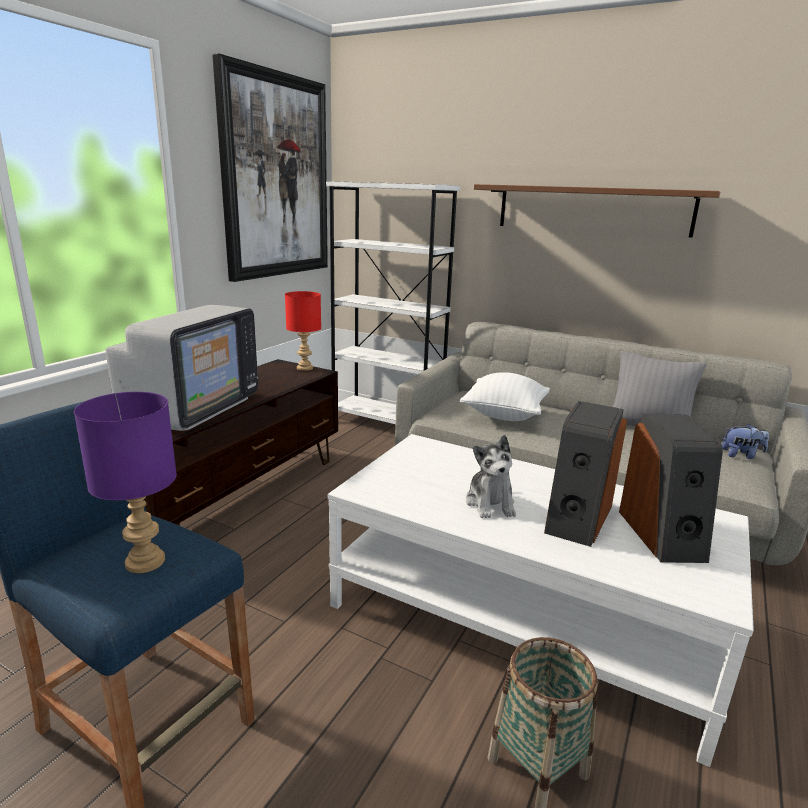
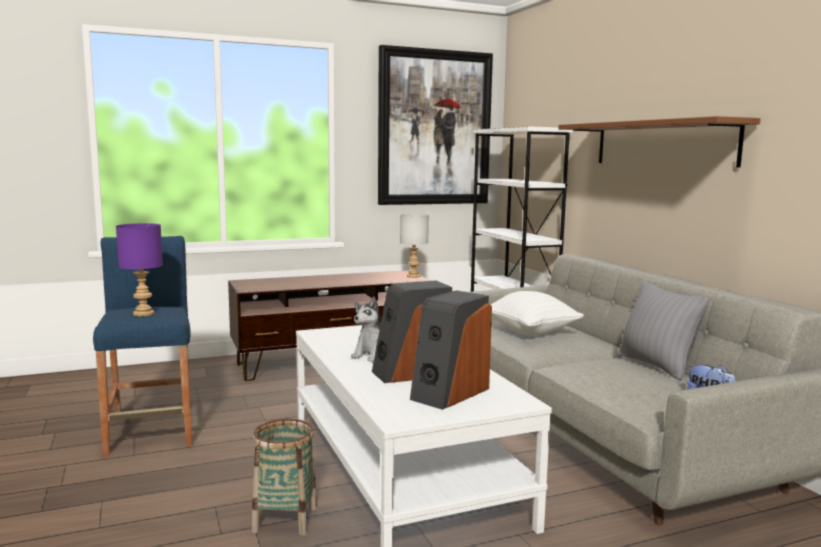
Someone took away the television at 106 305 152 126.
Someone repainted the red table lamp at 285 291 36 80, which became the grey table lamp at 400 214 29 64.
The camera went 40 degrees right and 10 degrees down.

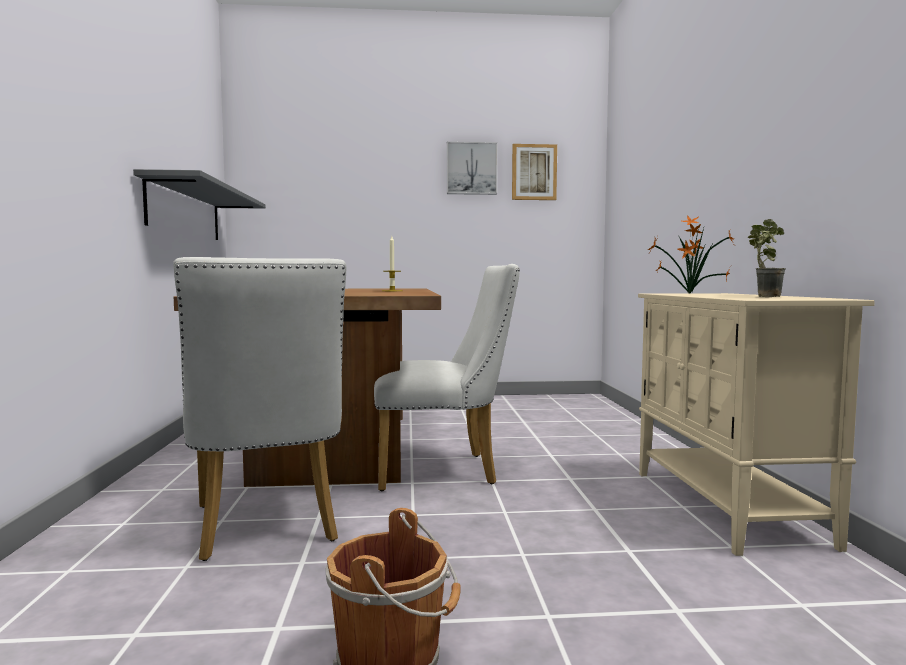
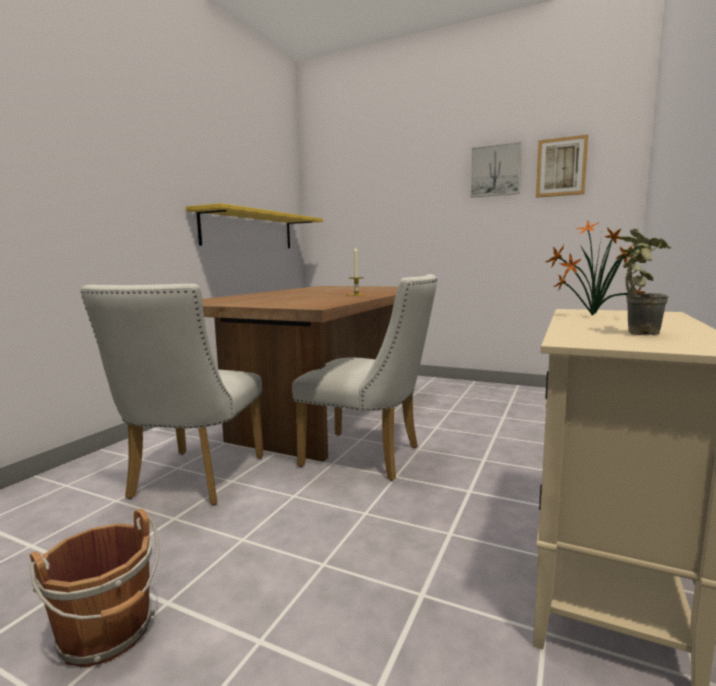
Someone repainted the grey shelf at 133 169 133 71, which became the yellow shelf at 186 203 137 45.
The camera went 30 degrees right and 5 degrees up.

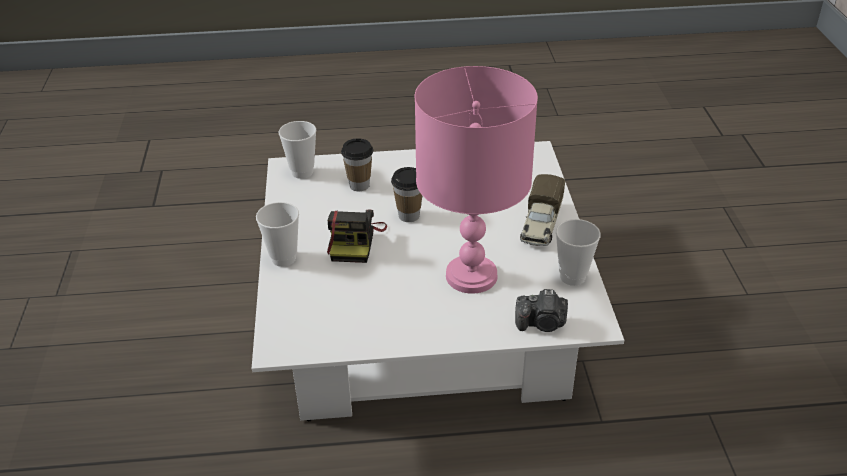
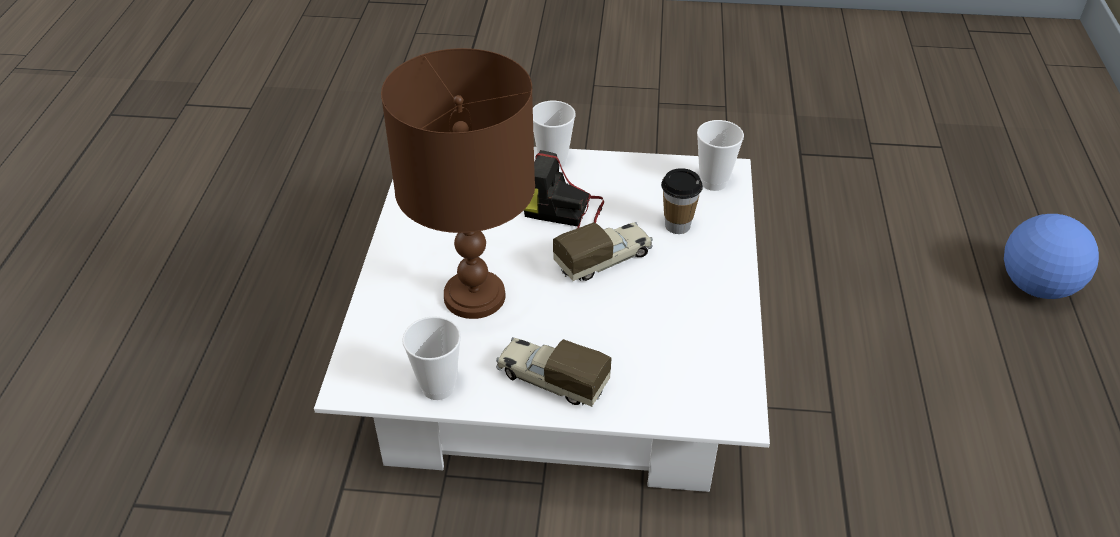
Someone swapped the cup at 391 167 31 55 for the toy truck at 553 222 100 59.
Someone repainted the pink table lamp at 415 66 123 228, which became the brown table lamp at 381 48 154 271.
Someone took away the photo camera at 515 289 53 43.
Someone put down the football at 1004 214 95 85.
The camera went 100 degrees right and 5 degrees up.

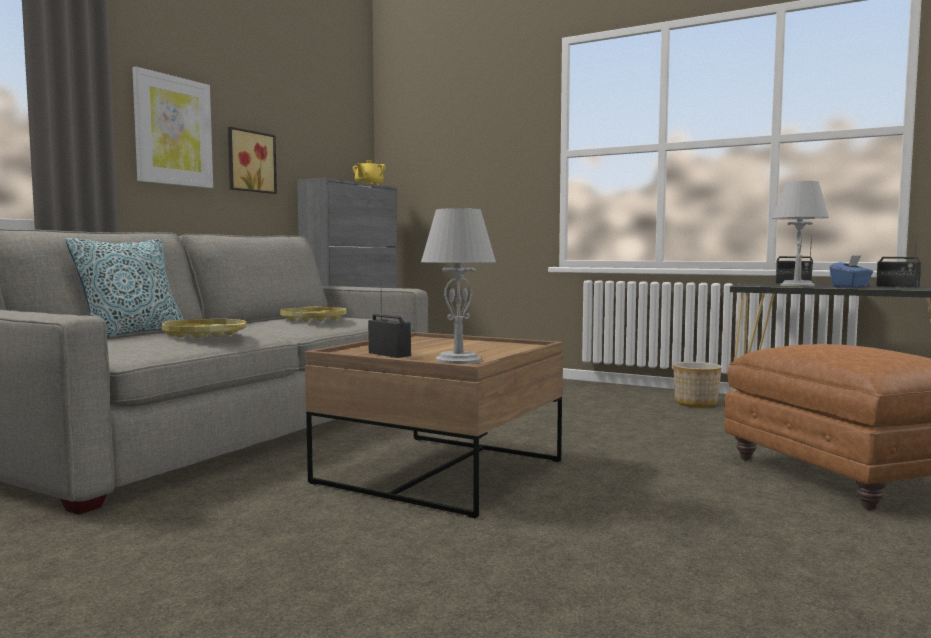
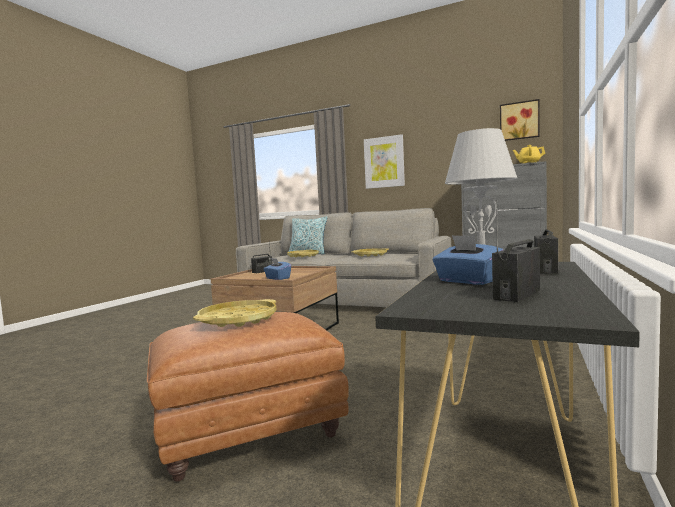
Someone carried the picture from 228 127 49 67 to 500 99 40 42.
Someone took away the grey table lamp at 421 208 75 156.
Someone took away the planter at 673 362 49 45.
Someone put down the yellow tray at 193 299 83 28.
Someone put down the blue tissue box at 263 258 28 22.
The camera went 85 degrees right and 0 degrees up.

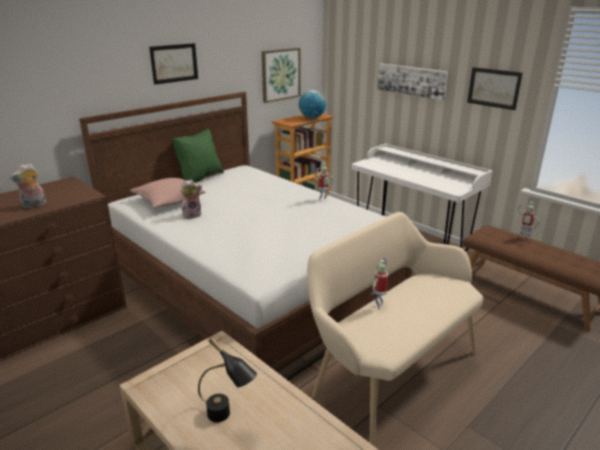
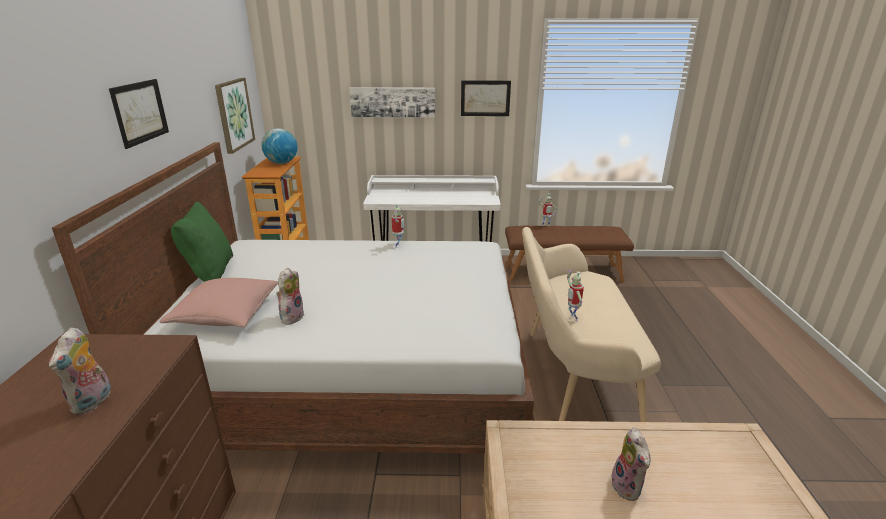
Someone swapped the black table lamp at 198 337 59 85 for the plush toy at 611 427 40 74.
The camera went 45 degrees left and 0 degrees up.

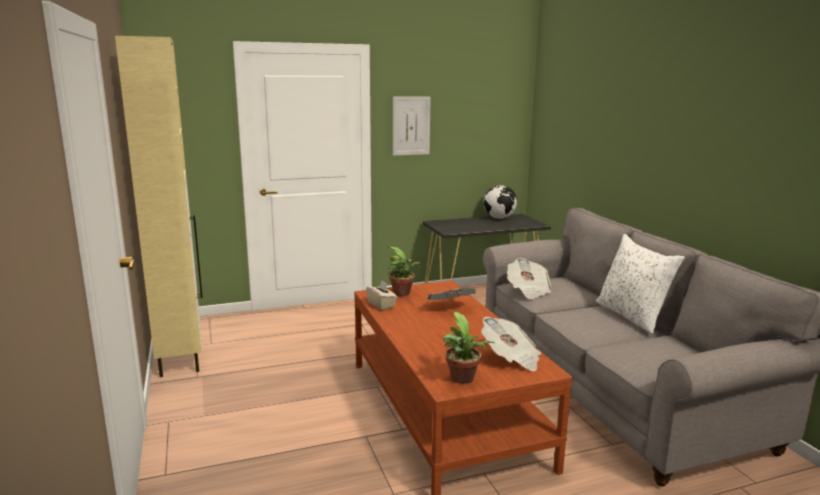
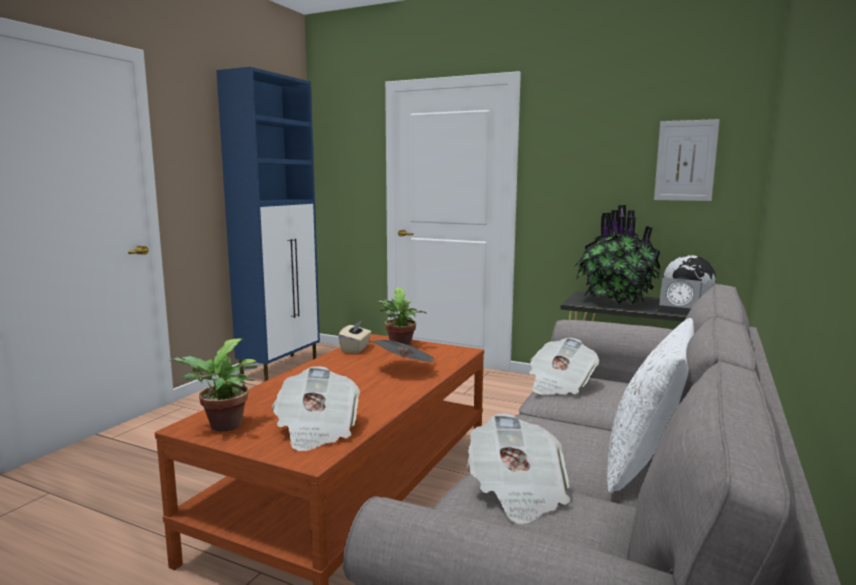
Someone repainted the beige cabinet at 115 36 87 341, which became the blue cabinet at 216 67 104 315.
Someone carried the picture from 393 96 38 60 to 654 119 66 82.
Someone put down the newspaper at 467 413 103 111.
Someone put down the potted plant at 574 205 87 99.
Someone put down the alarm clock at 658 277 44 38.
The camera went 45 degrees right and 5 degrees down.

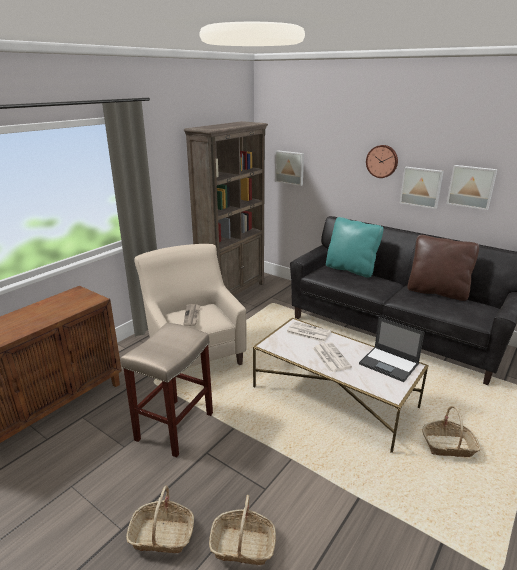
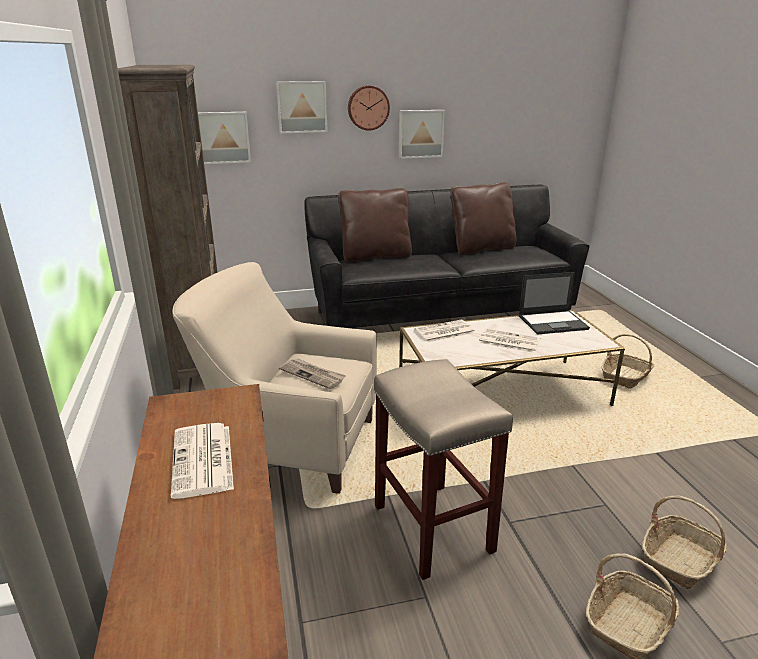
Someone repainted the turquoise pillow at 326 217 58 61, which became the brown pillow at 338 188 74 74.
Someone carried the picture from 447 165 51 45 to 276 81 52 52.
Someone put down the newspaper at 171 423 63 76.
The camera went 50 degrees left and 0 degrees up.

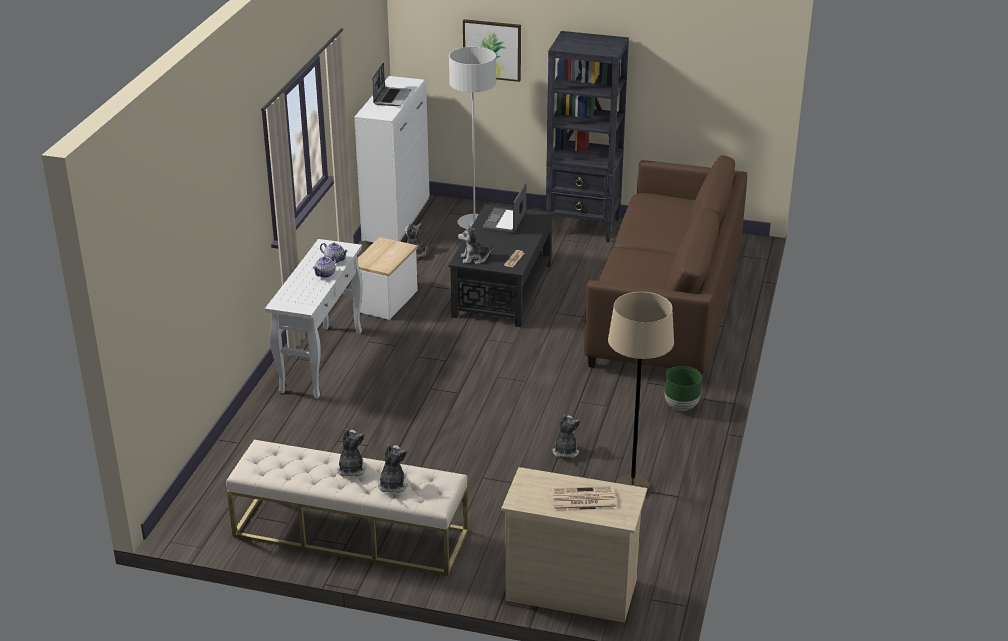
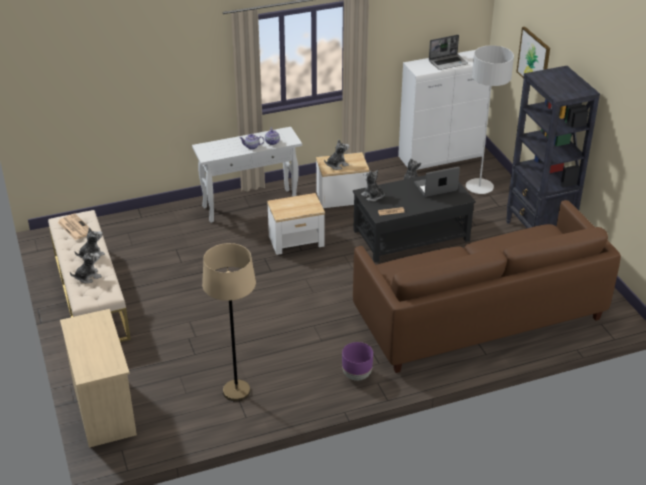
Someone carried the newspaper from 552 486 64 25 to 57 214 36 26.
Someone carried the plush toy from 553 414 28 44 to 324 140 25 30.
Someone repainted the green planter at 665 366 37 45, which became the purple planter at 342 342 31 39.
Someone put down the side table at 267 193 58 62.
The camera went 55 degrees right and 5 degrees up.

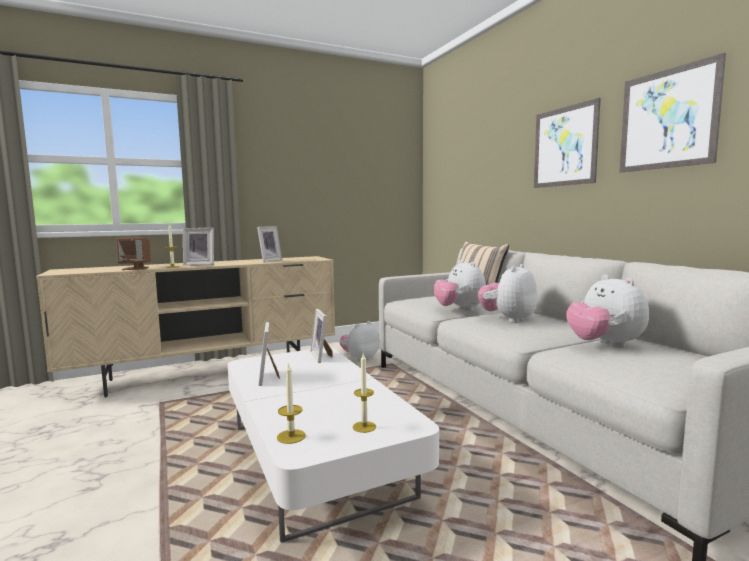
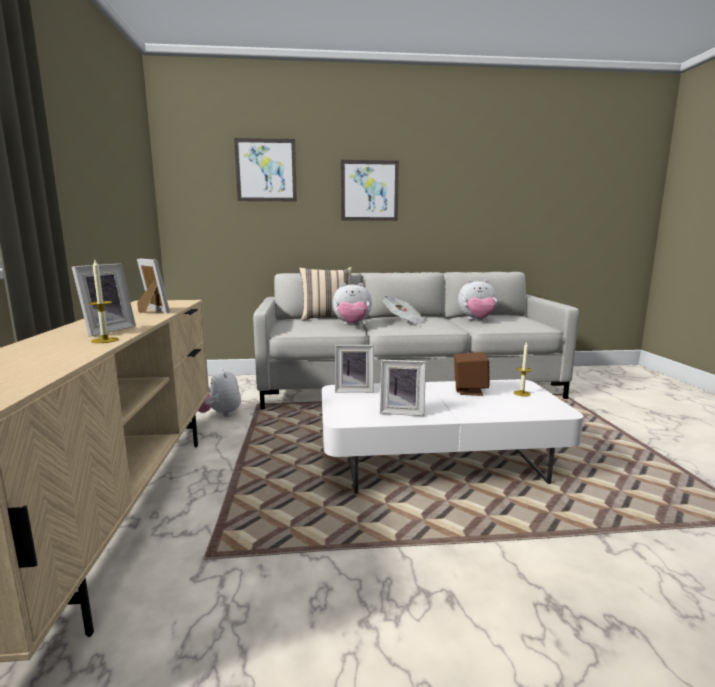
Someone carried the brown speaker from 116 237 35 33 to 454 352 36 44.
Someone took away the candle at 277 362 29 82.
Someone swapped the plush toy at 478 264 59 59 for the newspaper at 383 296 41 29.
Someone carried the picture from 619 53 107 119 to 234 138 63 63.
The camera went 70 degrees left and 5 degrees up.

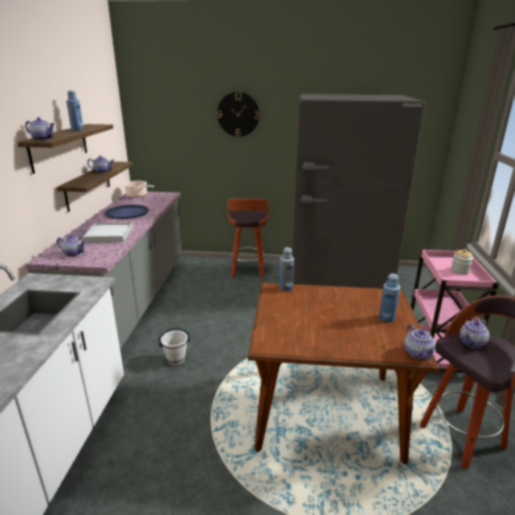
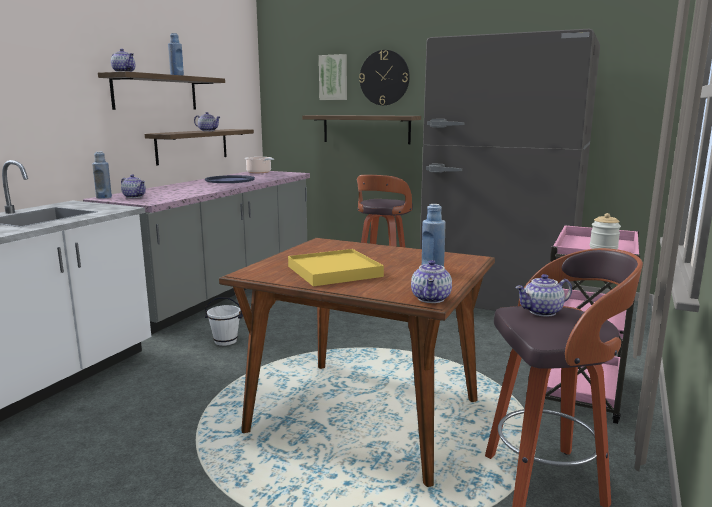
Someone took away the white tray at 82 223 51 19.
Someone carried the blue bottle from 279 247 15 44 to 92 152 20 47.
Someone put down the yellow tray at 288 249 96 37.
Someone put up the shelf at 302 115 119 29.
Someone put up the picture at 319 54 28 46.
The camera went 20 degrees right and 10 degrees down.

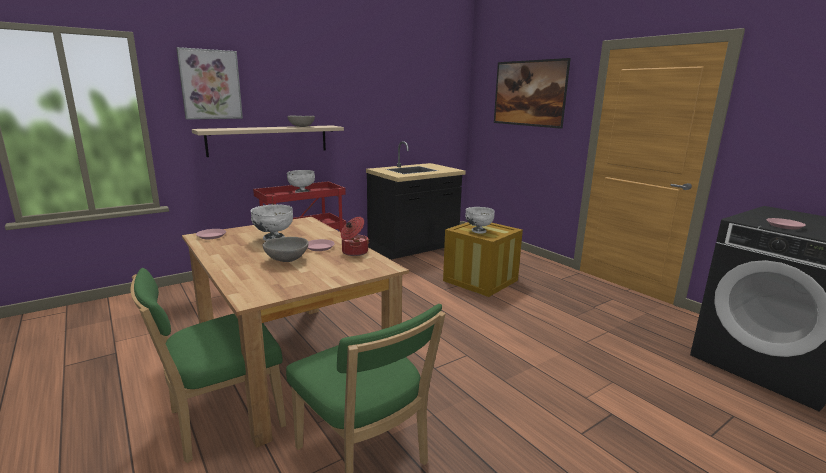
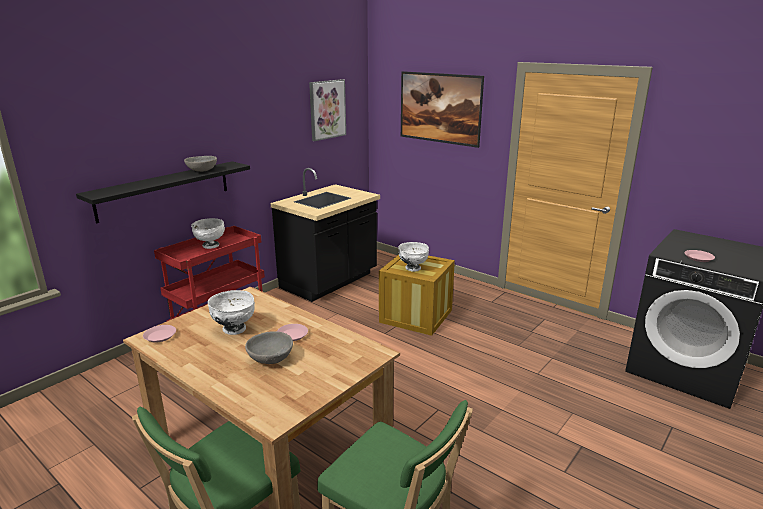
Someone carried the picture from 176 47 67 72 to 309 79 37 62.
Someone repainted the beige shelf at 192 125 152 32, which became the black shelf at 76 161 174 63.
Someone took away the cooking pot at 341 217 28 39.
The camera went 15 degrees left and 5 degrees up.

